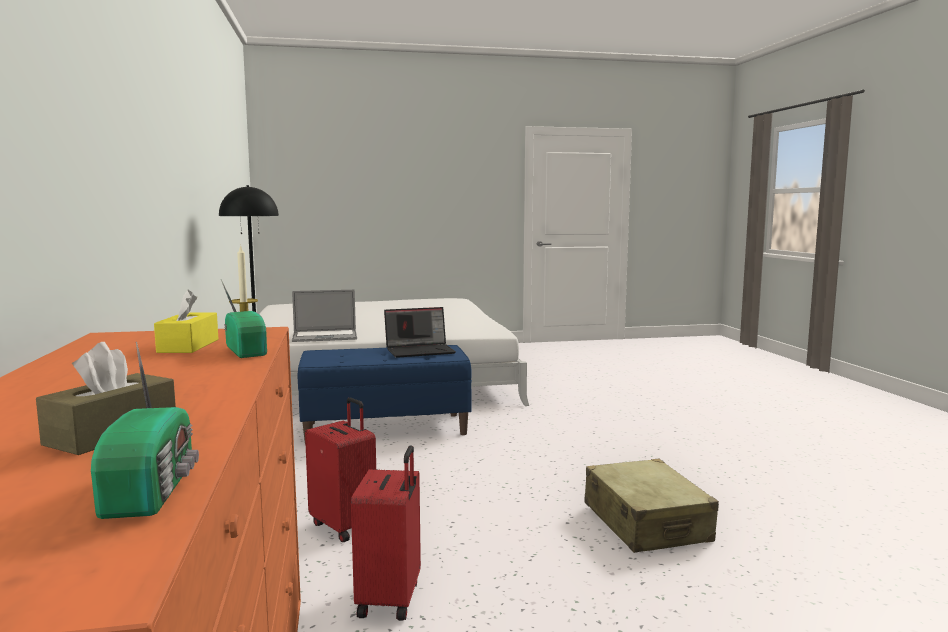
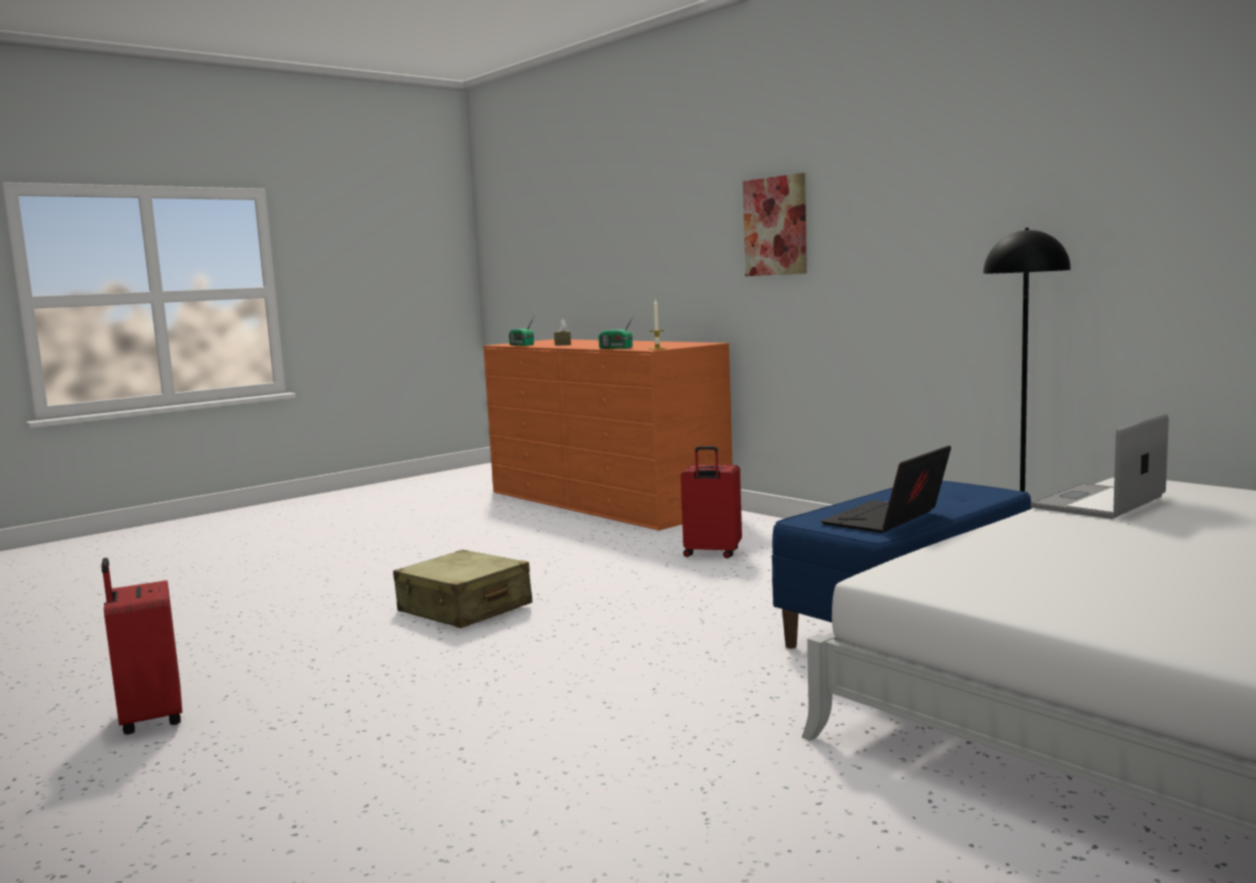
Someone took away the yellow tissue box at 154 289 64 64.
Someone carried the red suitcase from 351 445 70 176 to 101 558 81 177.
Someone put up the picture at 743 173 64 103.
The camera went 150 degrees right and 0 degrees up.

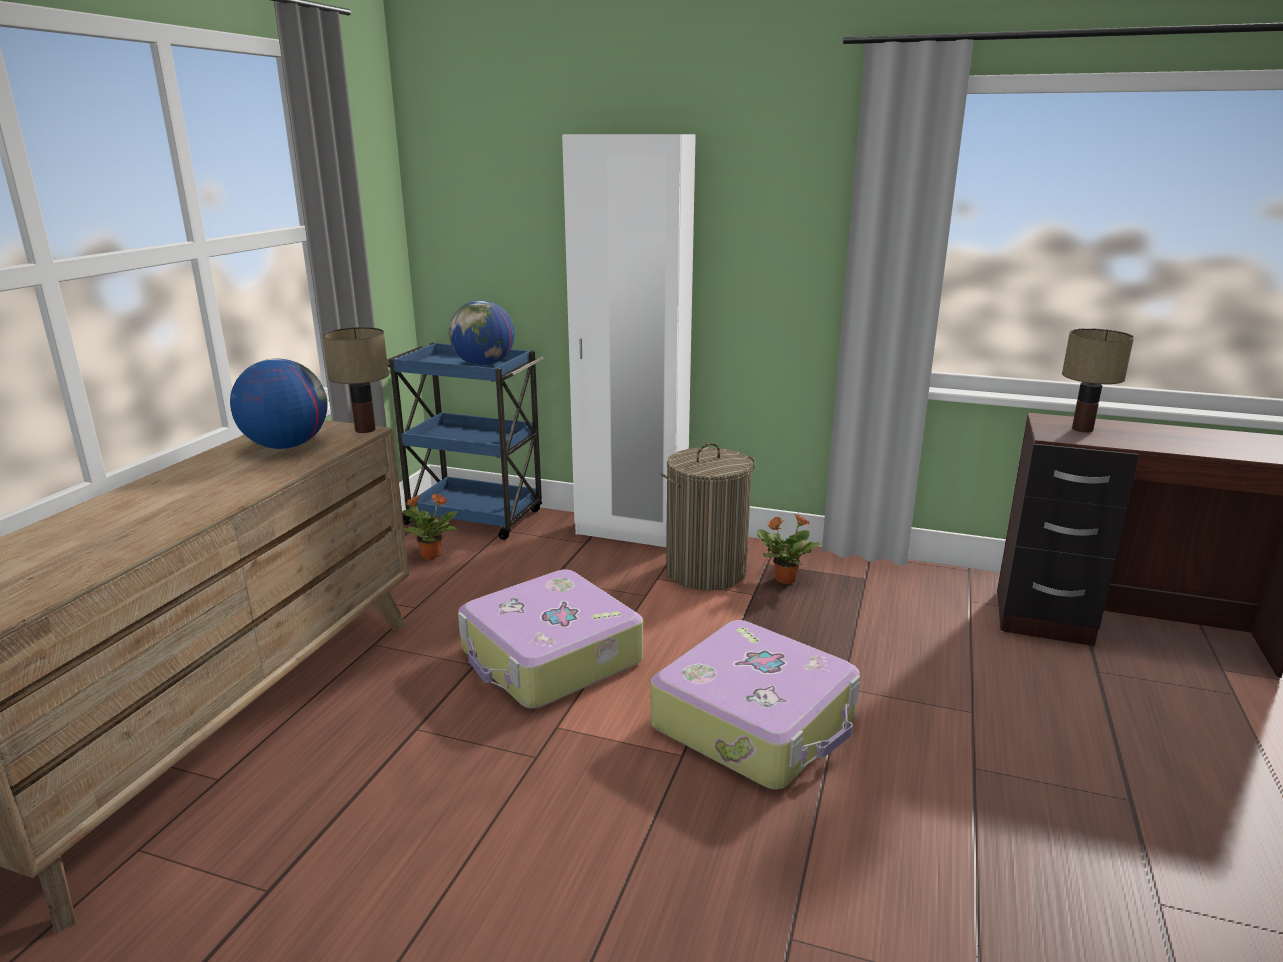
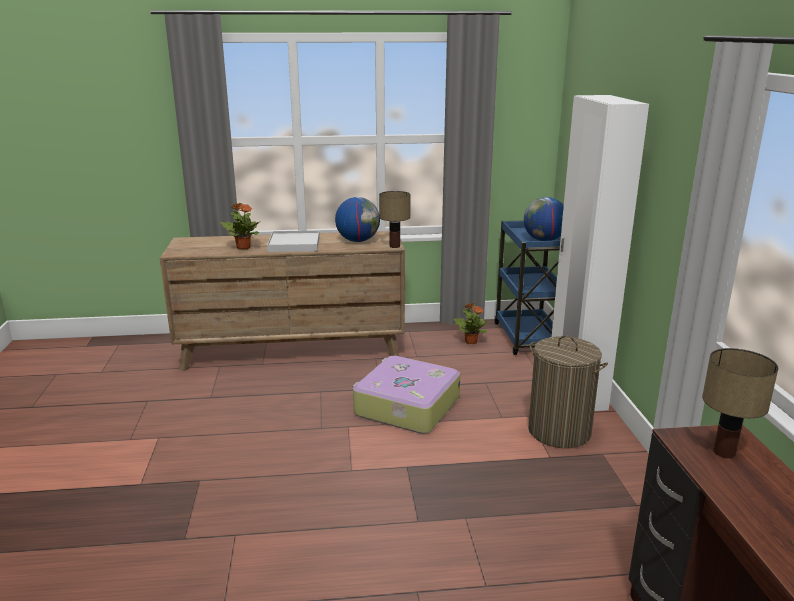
Someone took away the suitcase at 650 620 210 170.
Someone carried the potted plant from 757 514 63 70 to 220 203 39 47.
Someone put down the white tray at 267 230 53 22.
The camera went 65 degrees right and 0 degrees up.

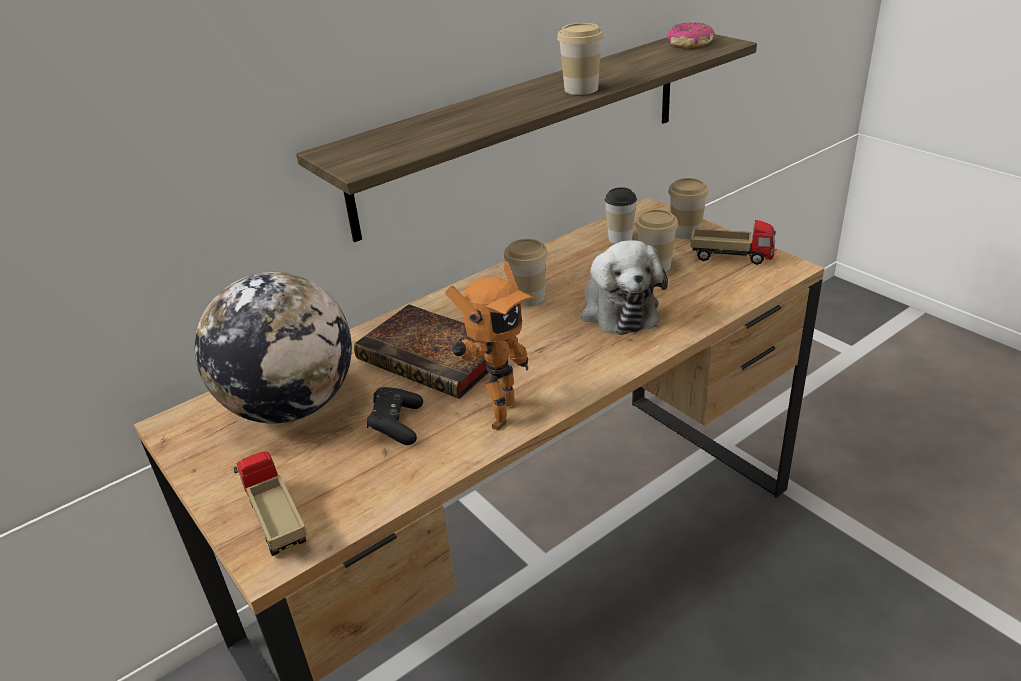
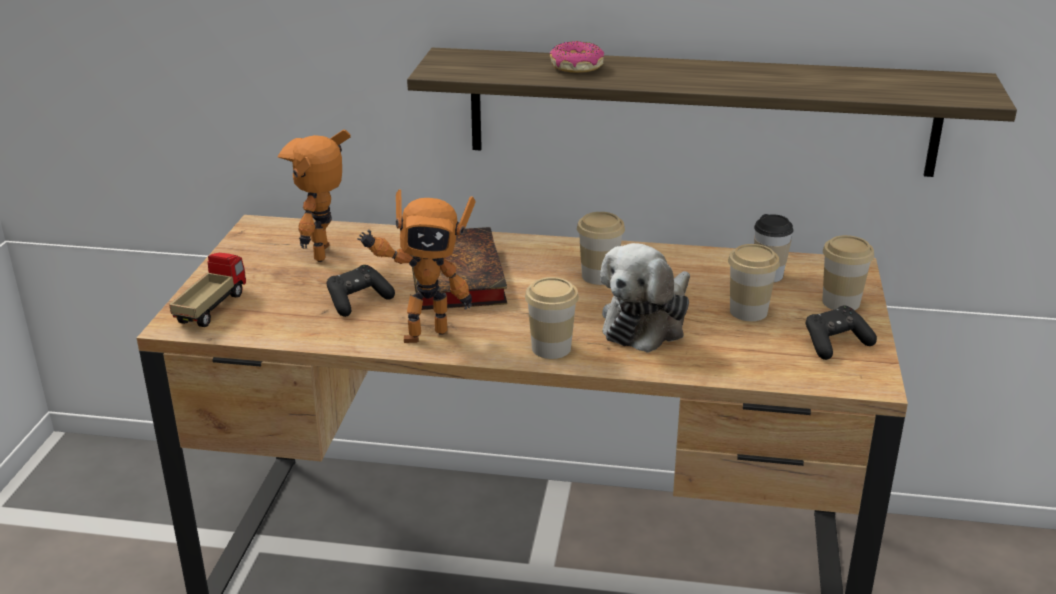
Someone swapped the globe at 195 272 157 152 for the toy robot at 278 130 73 132.
Someone carried the cup from 557 23 47 72 to 525 277 54 82.
Someone carried the donut from 667 22 48 25 to 550 41 54 32.
Someone swapped the toy truck at 690 220 85 45 for the black game controller at 806 305 71 55.
The camera went 45 degrees right and 5 degrees down.

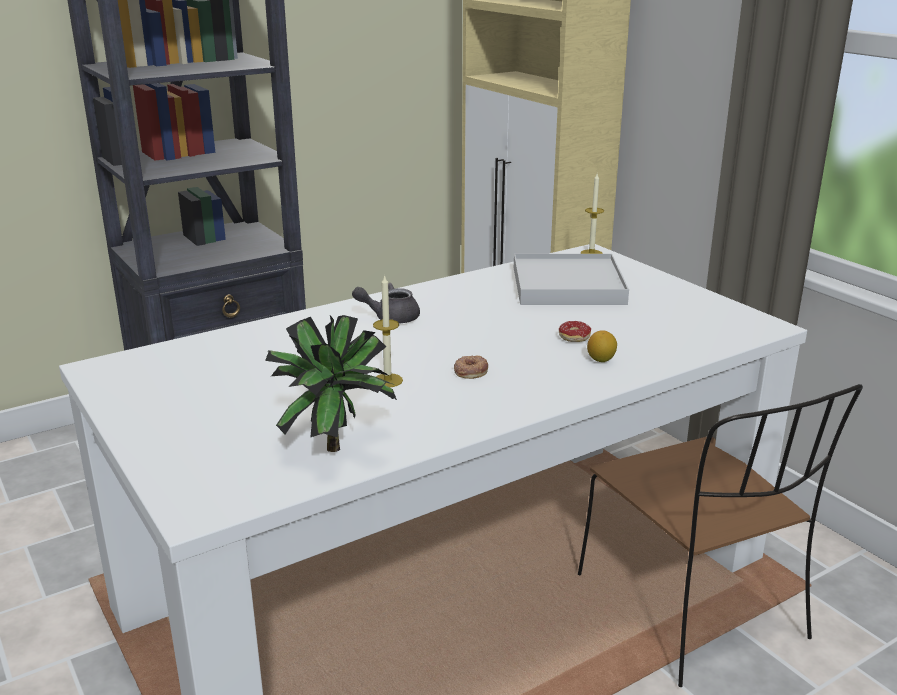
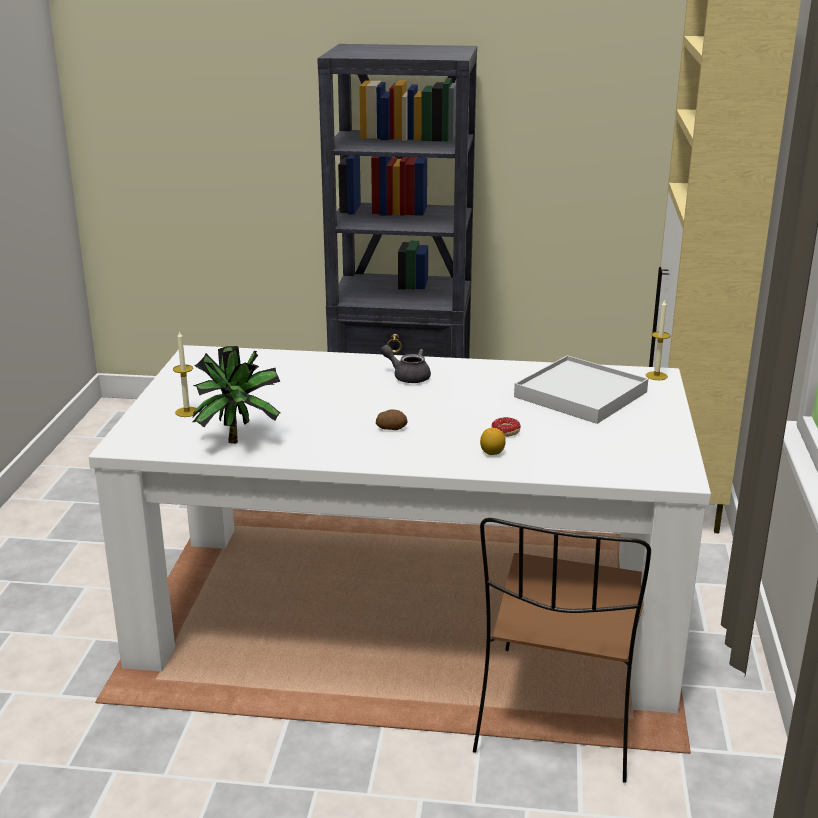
Someone carried the candle from 373 275 30 113 to 173 330 25 87.
Someone swapped the donut at 454 355 34 24 for the potato at 376 409 31 21.
The camera went 40 degrees right and 0 degrees up.

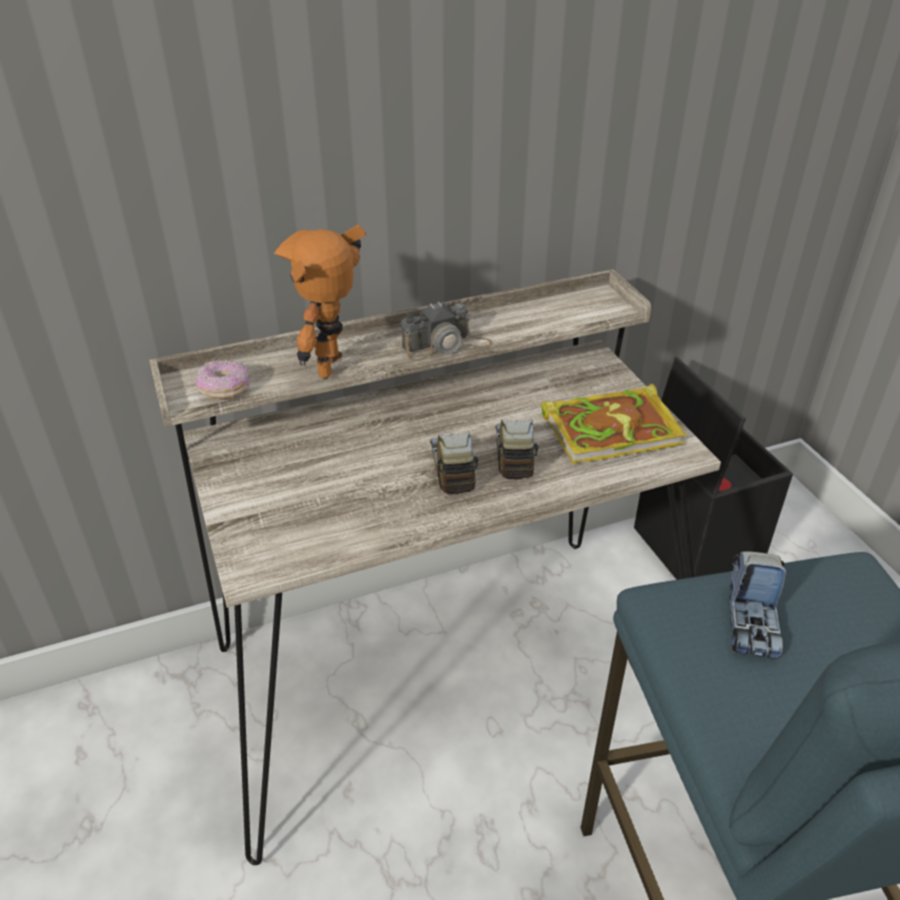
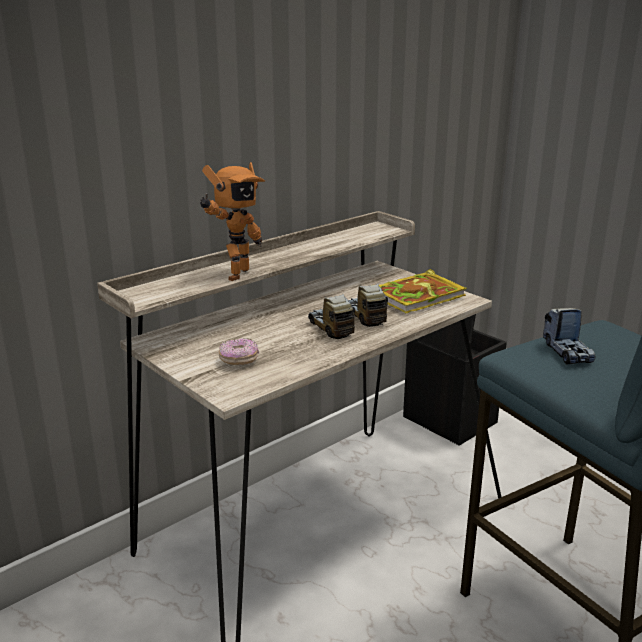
Someone carried the donut from 195 360 54 39 to 218 338 41 27.
Someone rotated the toy robot at 274 225 92 154 by 150 degrees counterclockwise.
Someone took away the photo camera at 401 302 92 59.
The camera went 20 degrees left and 15 degrees down.

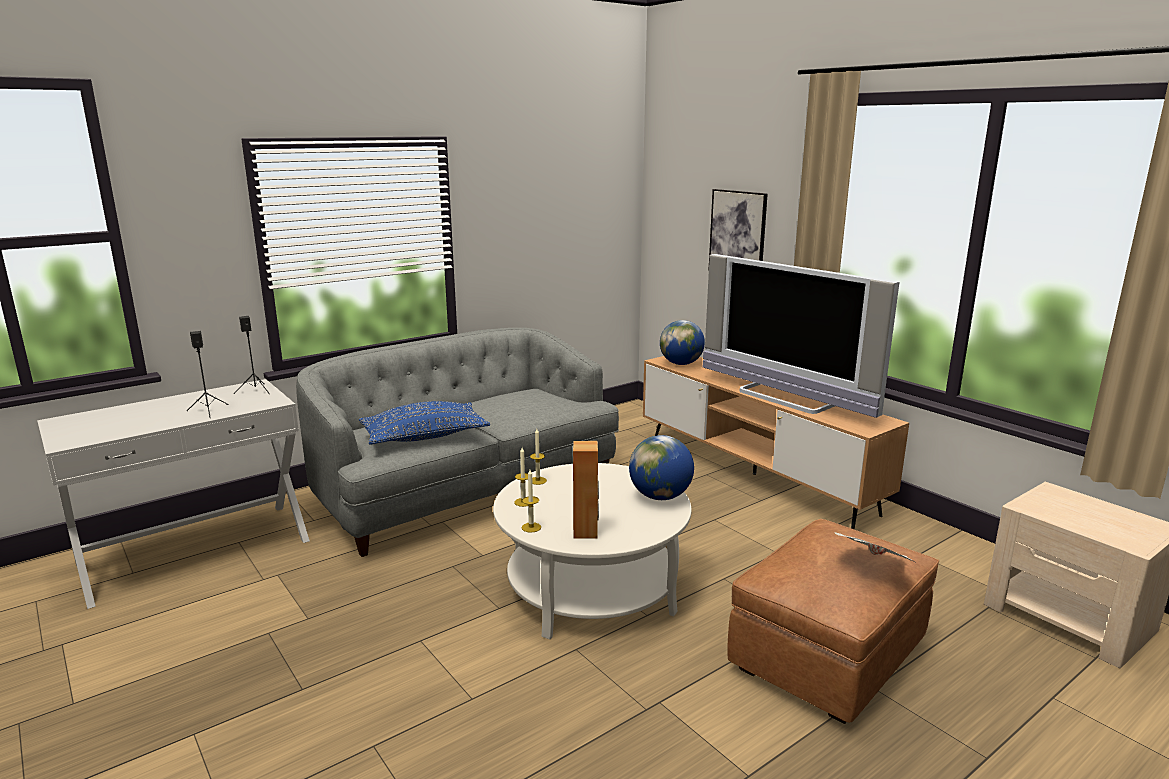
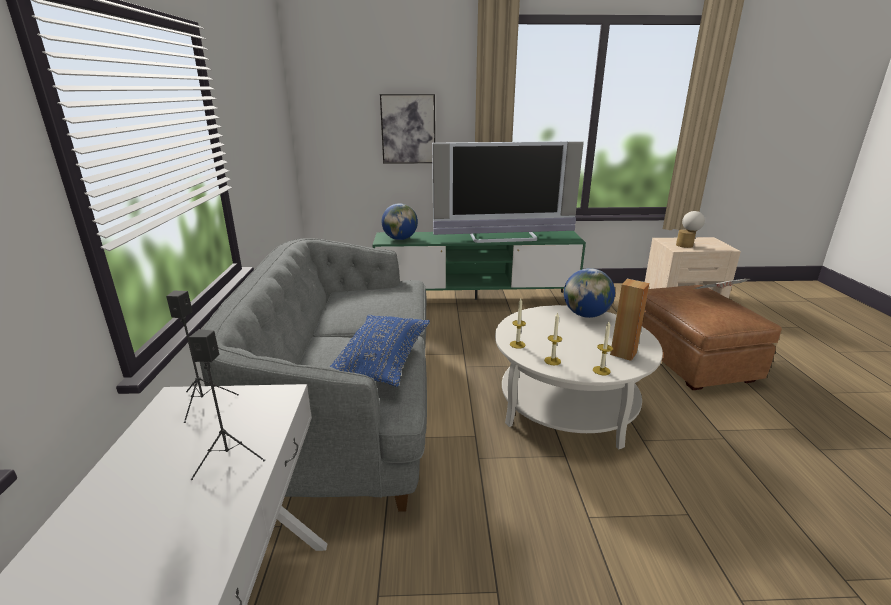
Someone repainted the brown tv stand at 643 356 266 173, which became the green tv stand at 373 231 213 69.
Someone put down the table lamp at 676 211 29 37.
The camera went 55 degrees left and 5 degrees up.

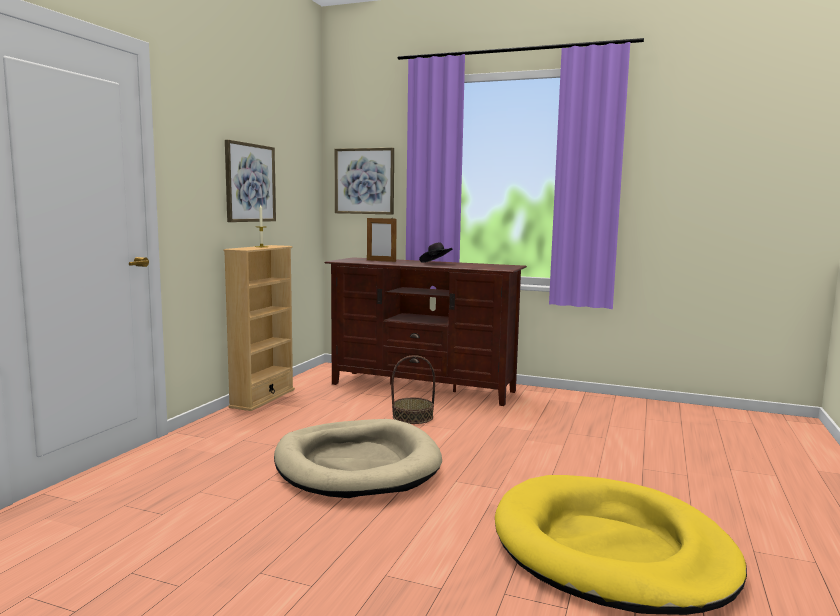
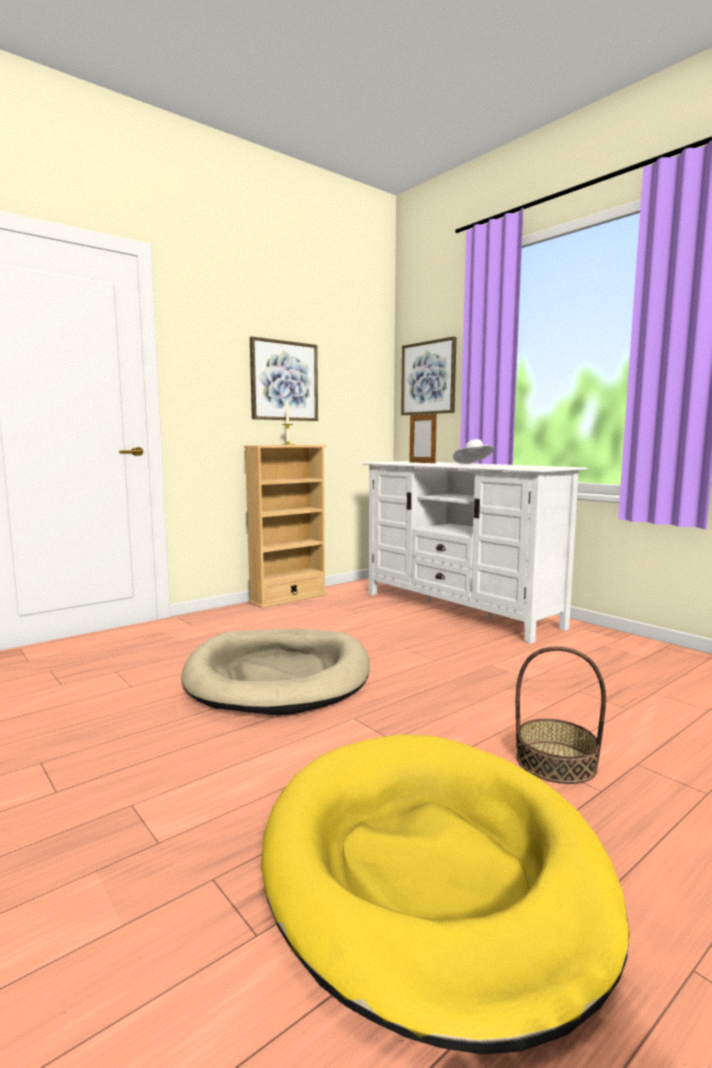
Someone repainted the brown tv stand at 324 257 203 149, which became the white tv stand at 362 461 226 183.
Someone carried the basket from 391 355 44 69 to 516 646 90 138.
Someone repainted the black hat at 419 243 34 20, which became the white hat at 453 439 42 25.
The camera went 30 degrees right and 0 degrees up.

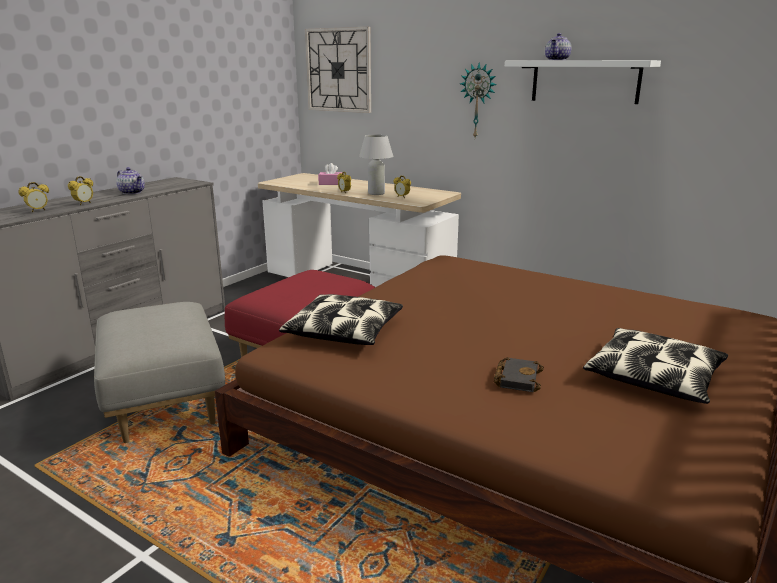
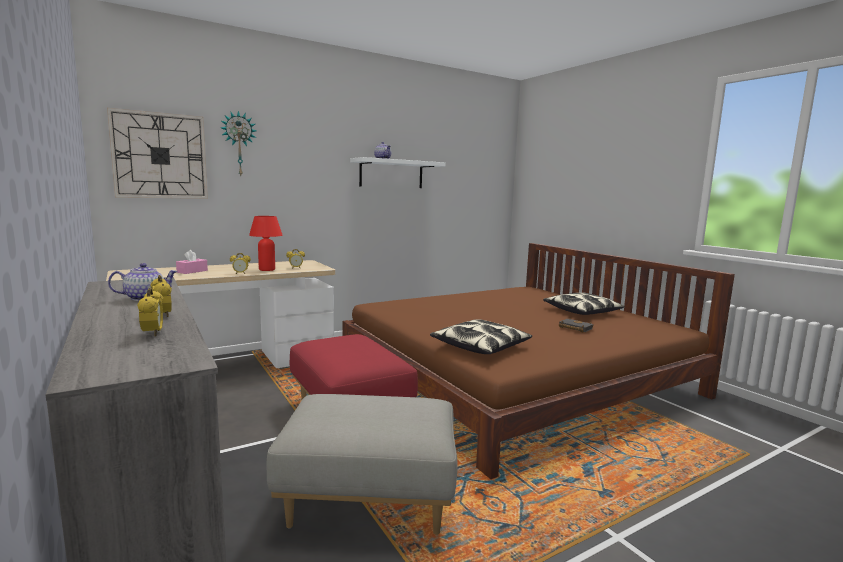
Someone repainted the white table lamp at 359 135 34 60, which became the red table lamp at 249 216 34 55.
Someone carried the wall clock from 460 63 37 75 to 221 111 35 65.
The camera went 65 degrees left and 10 degrees down.

